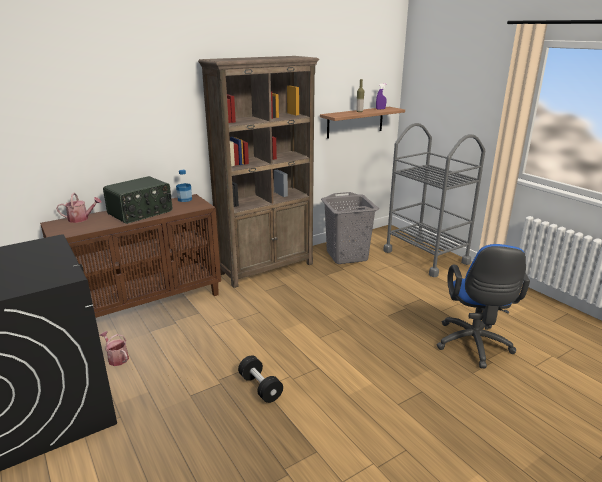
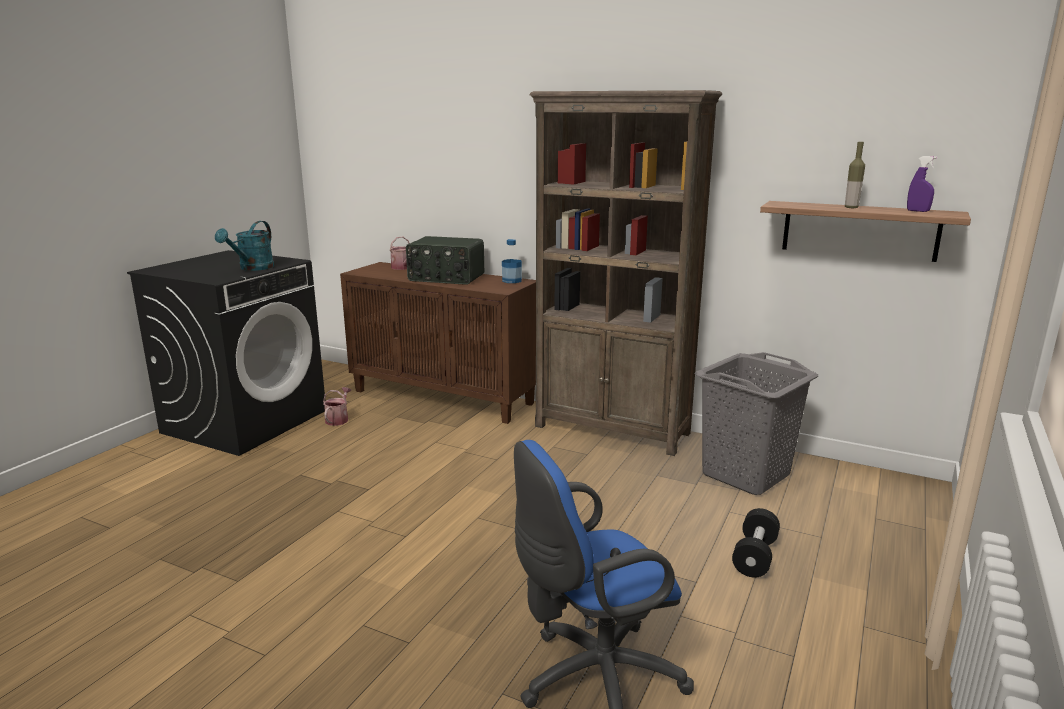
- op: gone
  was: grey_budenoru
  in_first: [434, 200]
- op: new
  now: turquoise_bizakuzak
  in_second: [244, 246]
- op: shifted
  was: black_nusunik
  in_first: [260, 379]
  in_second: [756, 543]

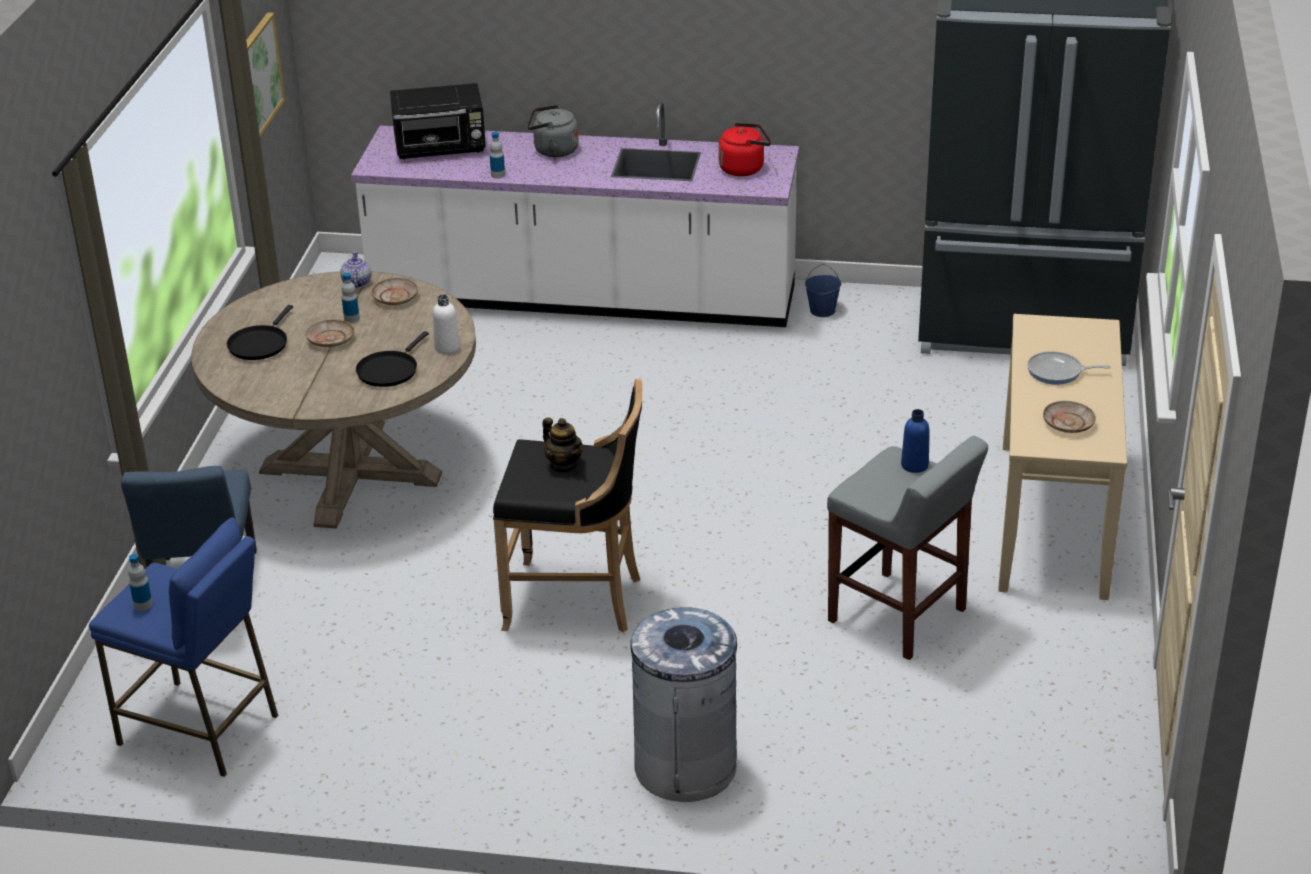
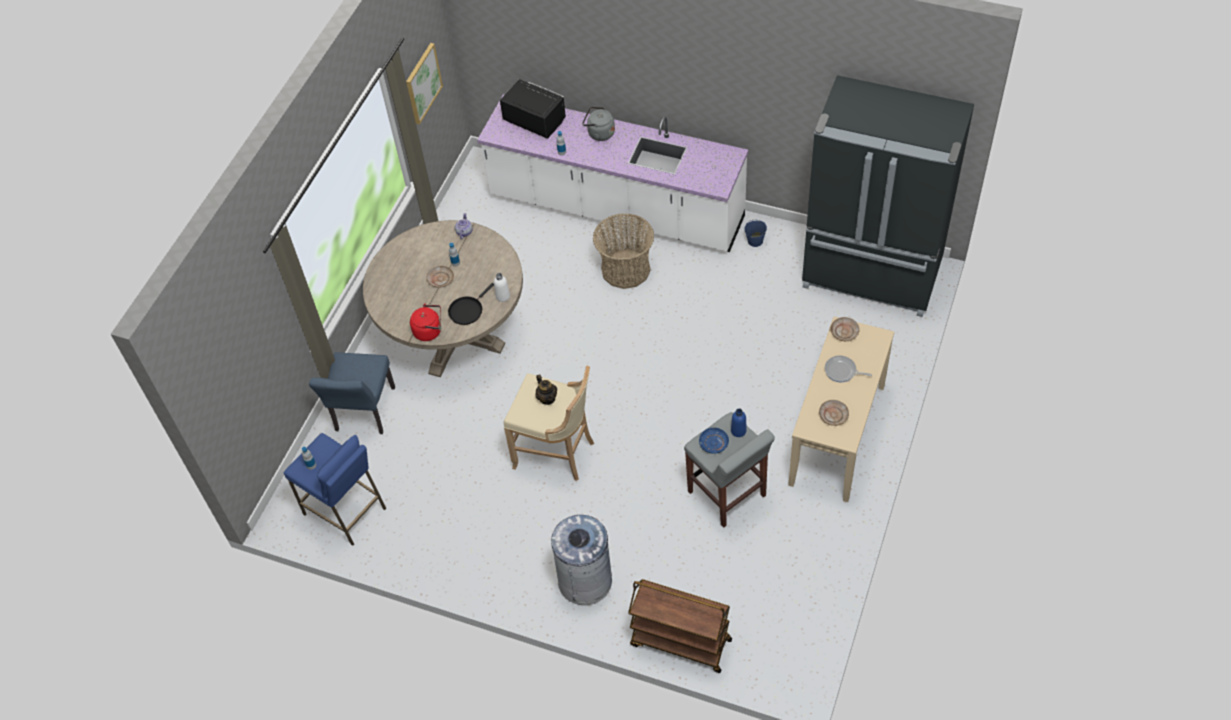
- op: gone
  was: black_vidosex
  in_first: [260, 332]
- op: new
  now: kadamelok
  in_second: [623, 251]
- op: new
  now: brown_budenoru
  in_second: [680, 626]
- op: new
  now: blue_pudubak
  in_second: [714, 440]
- op: shifted
  was: beige_pudubak
  in_first: [394, 291]
  in_second: [845, 329]
- op: shifted
  was: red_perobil
  in_first: [744, 149]
  in_second: [425, 322]
- op: repainted
  was: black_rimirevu
  now: beige_rimirevu
  in_first: [567, 506]
  in_second: [549, 423]
- op: rotated
  was: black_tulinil
  in_first: [438, 121]
  in_second: [533, 109]
  clockwise: -150

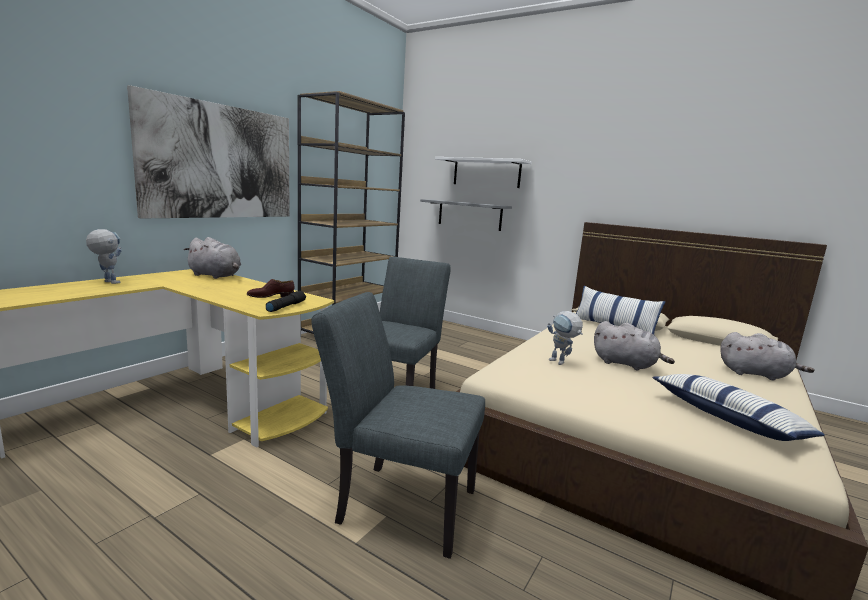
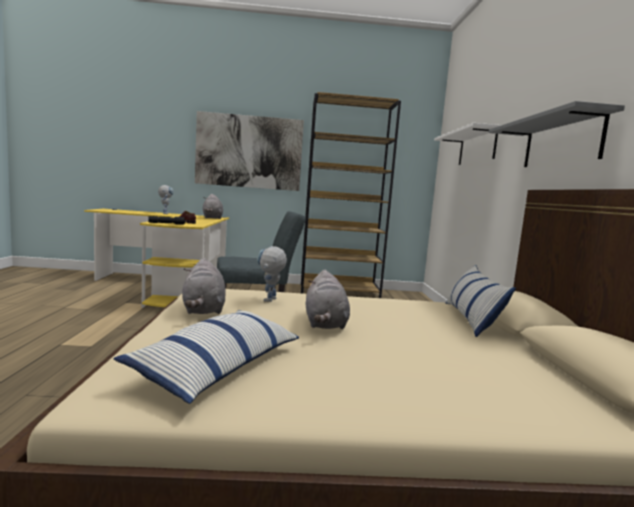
- op: gone
  was: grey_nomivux
  in_first: [398, 425]
- op: shifted
  was: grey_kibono
  in_first: [466, 215]
  in_second: [556, 134]
- op: shifted
  was: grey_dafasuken
  in_first: [767, 356]
  in_second: [204, 286]

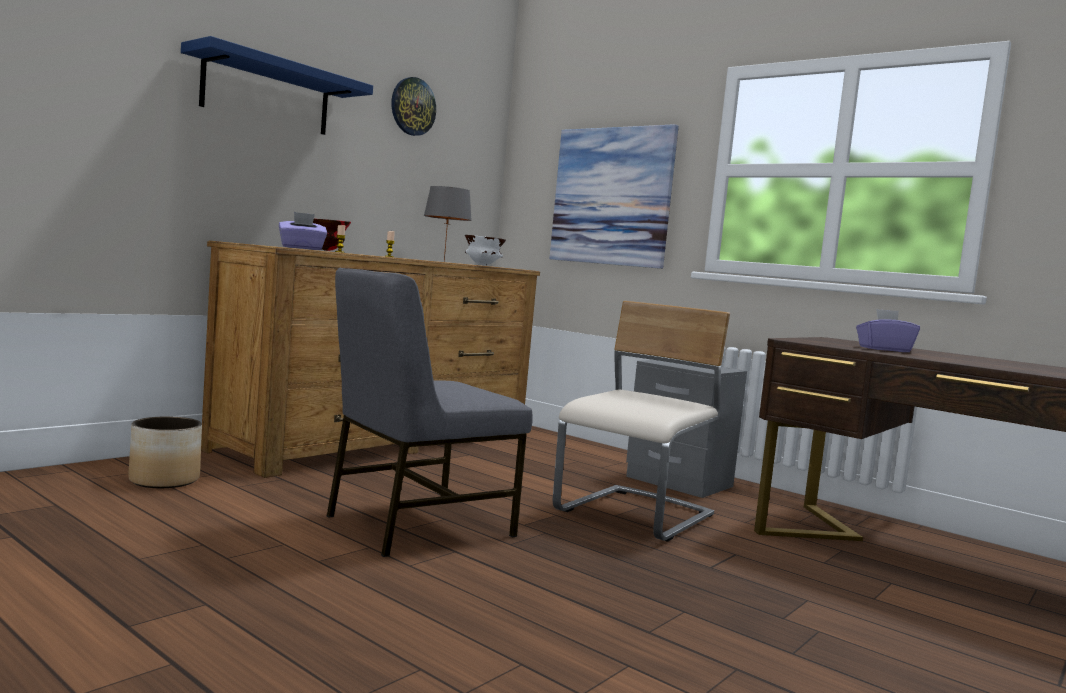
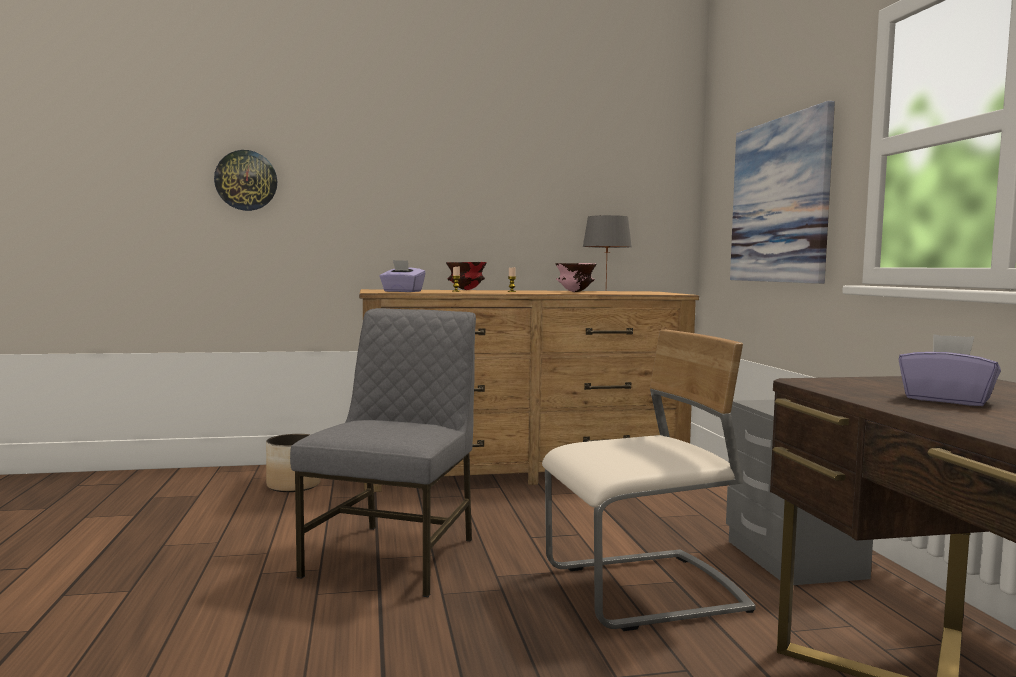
- op: gone
  was: blue_kibono
  in_first: [277, 85]
- op: gone
  was: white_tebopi
  in_first: [485, 250]
- op: new
  now: pink_tebopi
  in_second: [576, 277]
- op: shifted
  was: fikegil
  in_first: [413, 106]
  in_second: [245, 180]
- op: rotated
  was: grey_nomivux
  in_first: [429, 412]
  in_second: [383, 452]
  clockwise: 105

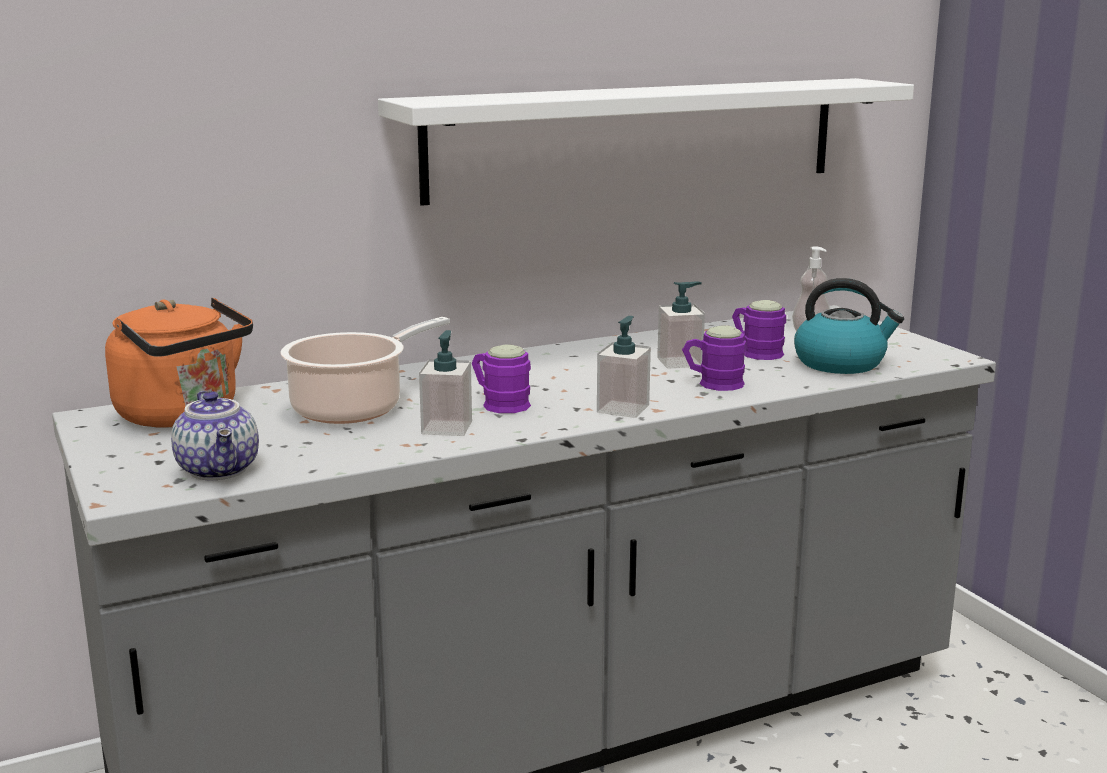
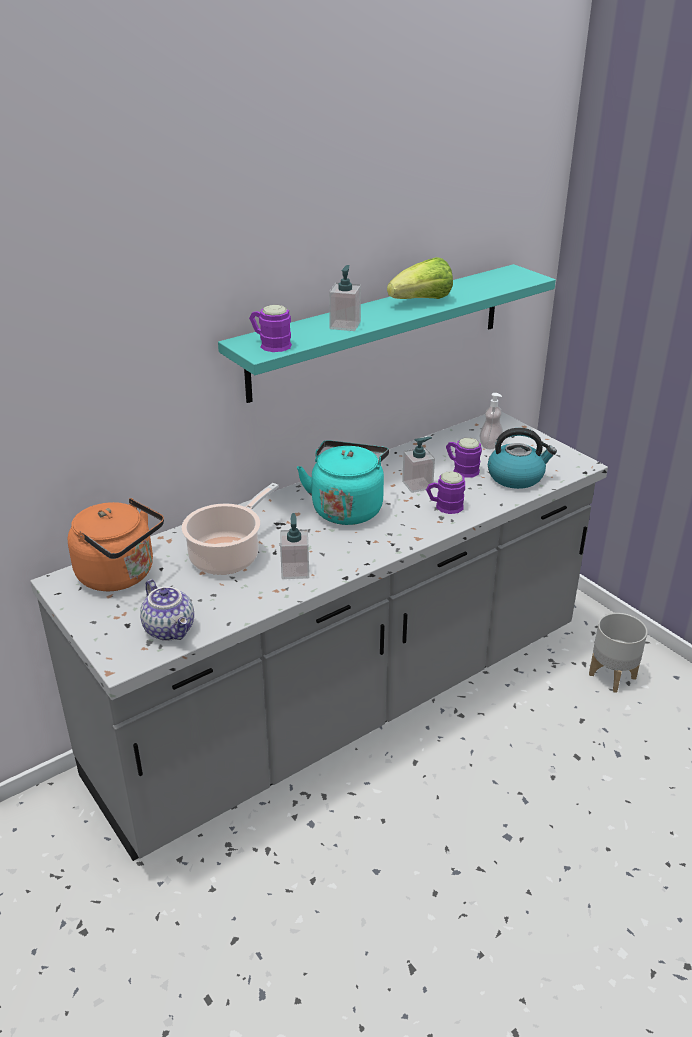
- op: new
  now: turquoise_perobil
  in_second: [343, 482]
- op: new
  now: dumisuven
  in_second: [420, 278]
- op: new
  now: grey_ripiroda
  in_second: [618, 653]
- op: shifted
  was: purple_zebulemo
  in_first: [501, 379]
  in_second: [270, 328]
- op: shifted
  was: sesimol
  in_first: [624, 367]
  in_second: [345, 298]
- op: repainted
  was: white_kibono
  now: turquoise_kibono
  in_first: [646, 142]
  in_second: [387, 333]

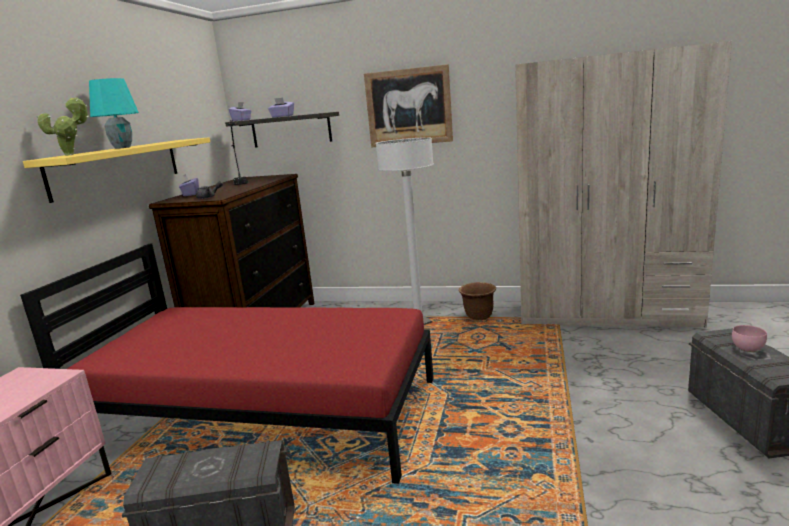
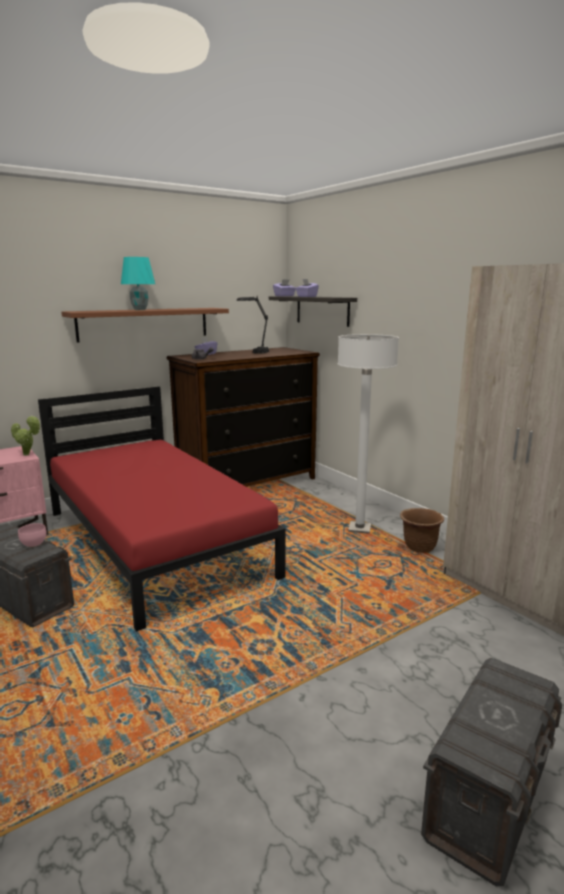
- op: gone
  was: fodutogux
  in_first: [408, 106]
- op: shifted
  was: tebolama
  in_first: [63, 126]
  in_second: [25, 435]
- op: shifted
  was: pink_tebopi
  in_first: [749, 338]
  in_second: [32, 535]
- op: repainted
  was: yellow_kibono
  now: brown_kibono
  in_first: [116, 170]
  in_second: [145, 325]

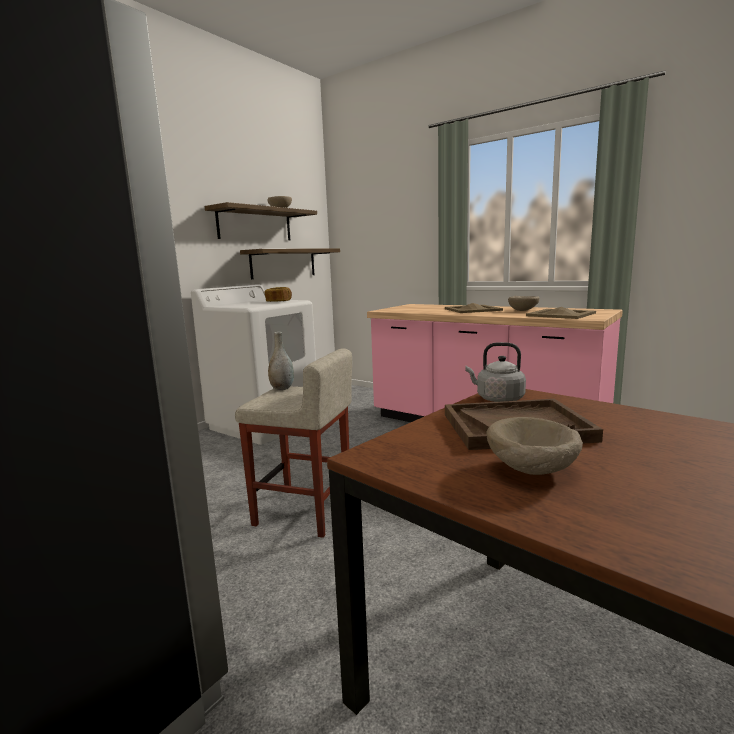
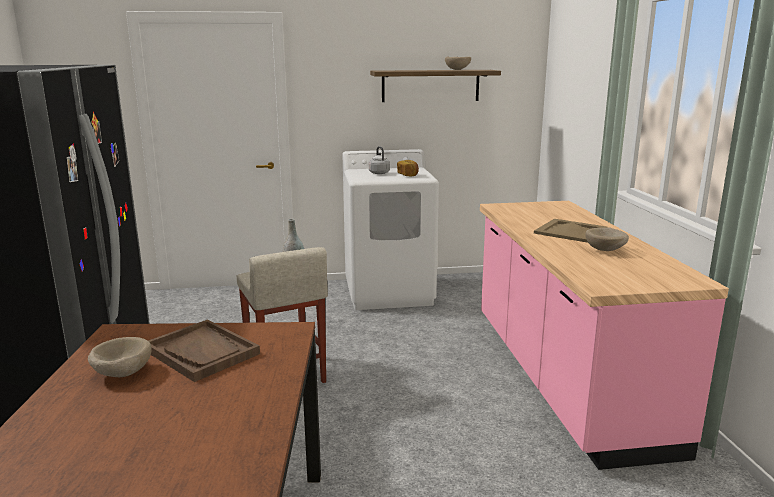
- op: gone
  was: kibono
  in_first: [290, 264]
- op: gone
  was: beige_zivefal
  in_first: [561, 313]
- op: shifted
  was: grey_perobil
  in_first: [495, 372]
  in_second: [379, 160]

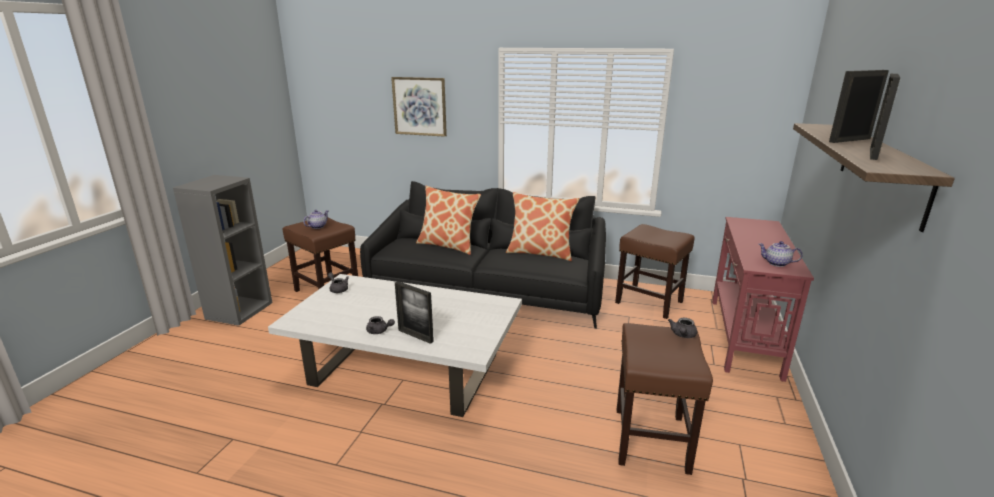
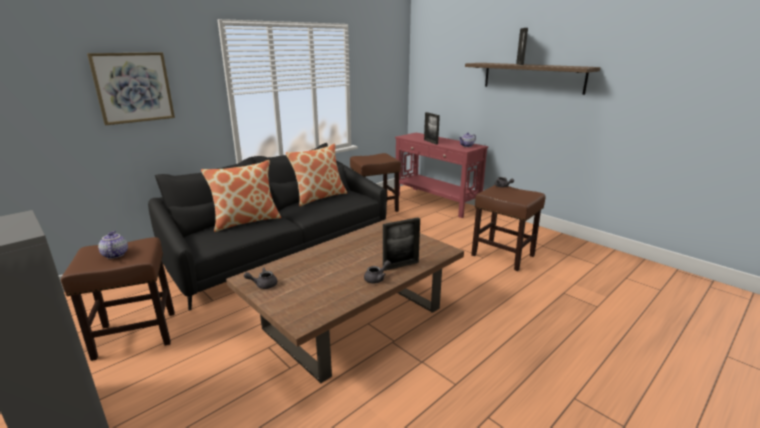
- op: shifted
  was: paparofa
  in_first: [885, 117]
  in_second: [432, 128]
- op: repainted
  was: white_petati
  now: brown_petati
  in_first: [395, 345]
  in_second: [345, 301]

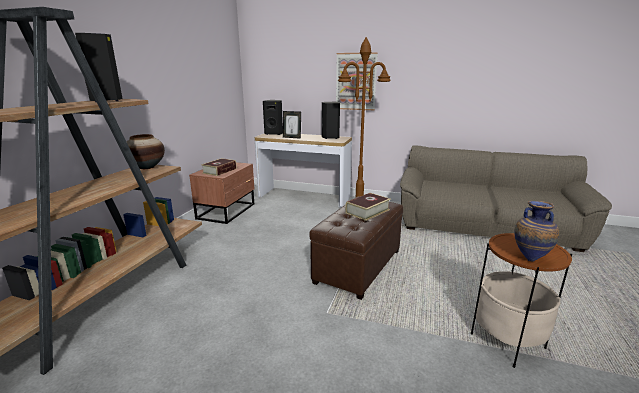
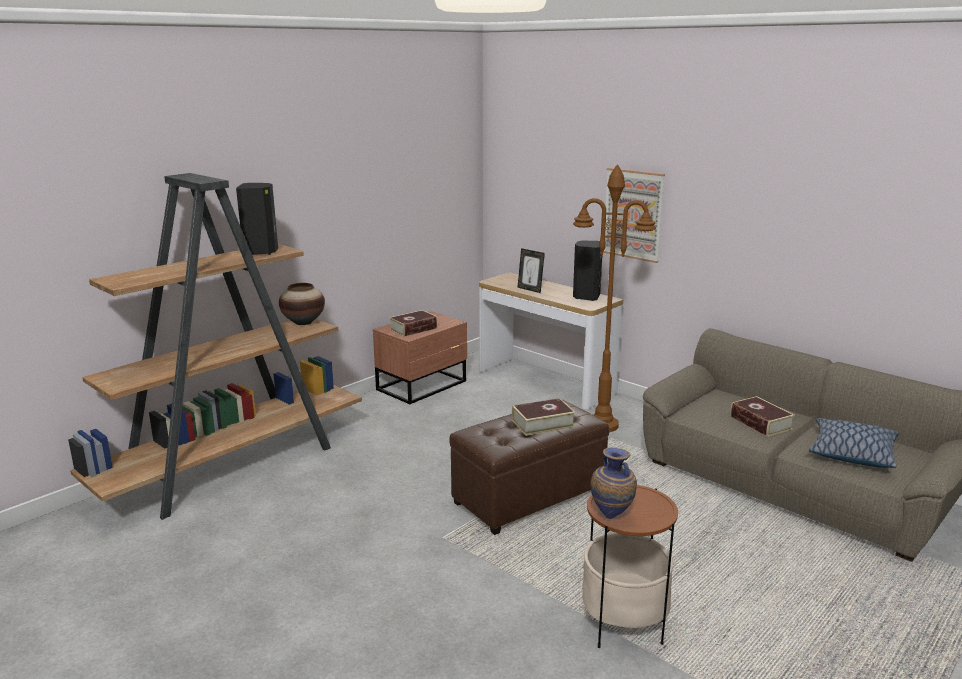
- op: gone
  was: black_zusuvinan
  in_first: [273, 117]
- op: new
  now: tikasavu
  in_second: [762, 416]
- op: new
  now: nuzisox
  in_second: [854, 443]

